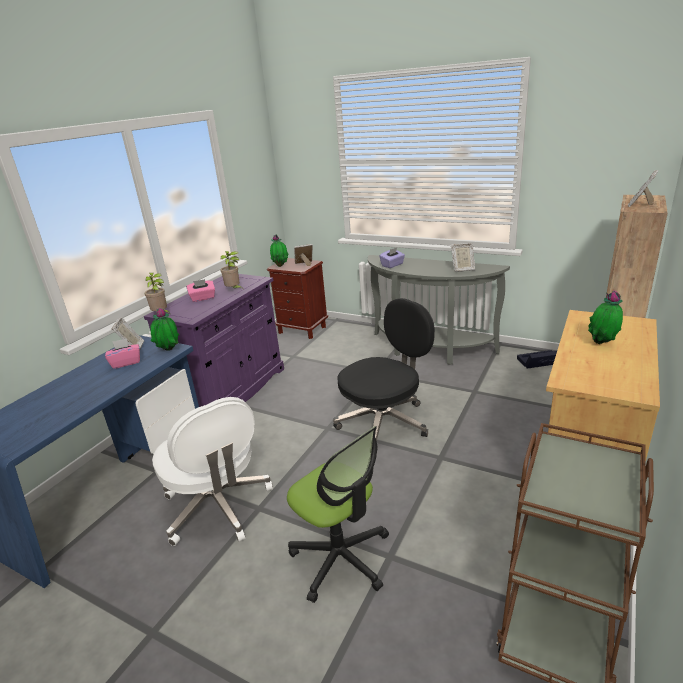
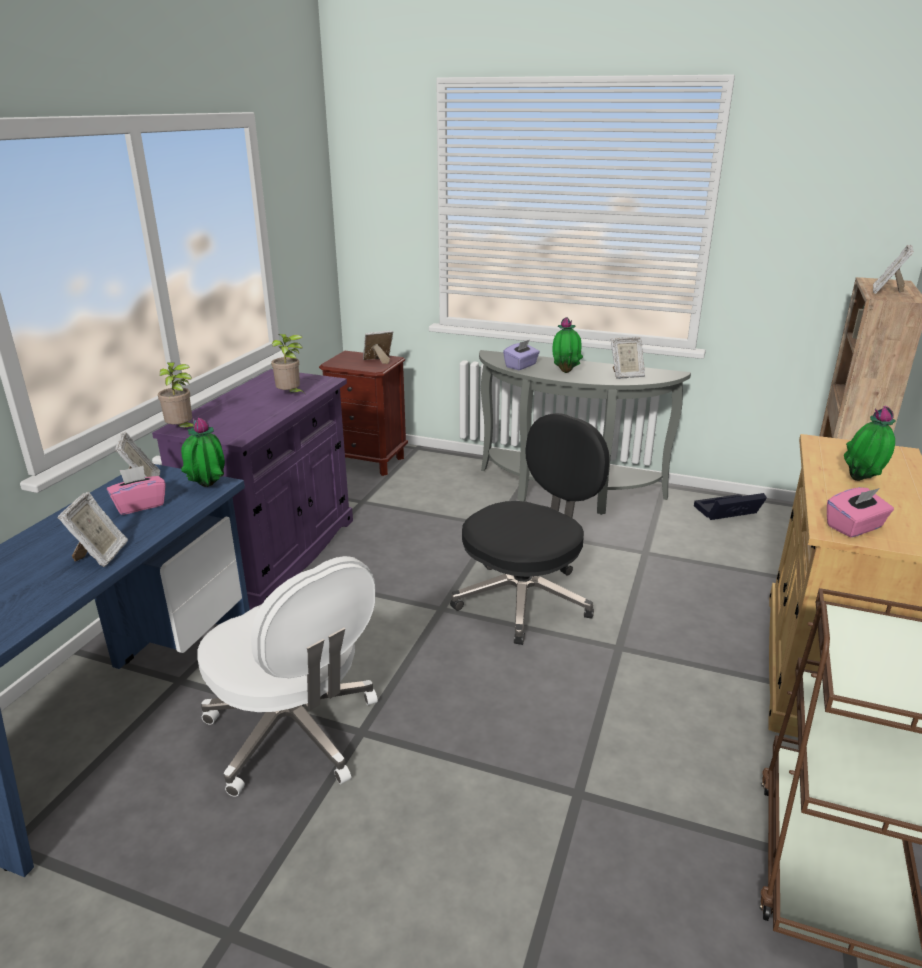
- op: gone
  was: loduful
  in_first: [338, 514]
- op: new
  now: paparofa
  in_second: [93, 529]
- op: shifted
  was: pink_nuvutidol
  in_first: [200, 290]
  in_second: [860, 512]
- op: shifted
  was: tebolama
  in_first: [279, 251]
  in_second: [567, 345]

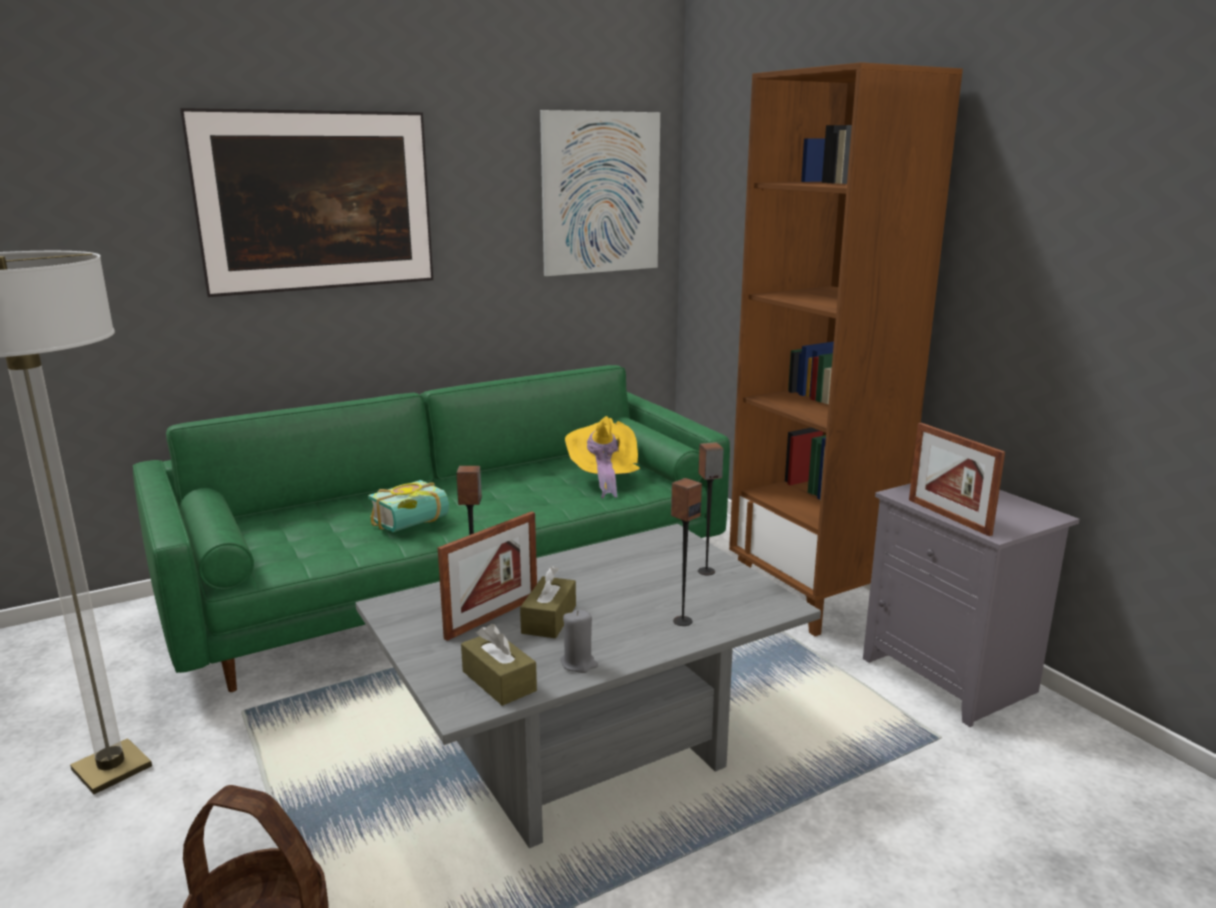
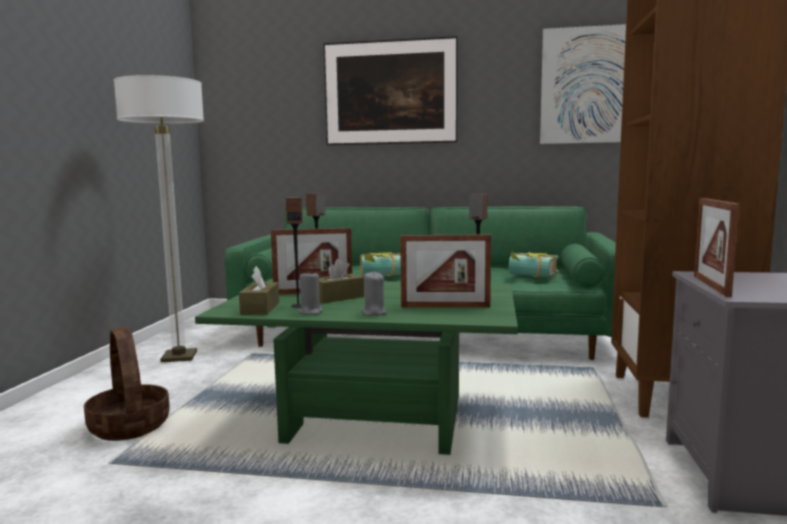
- op: new
  now: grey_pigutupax
  in_second: [374, 293]
- op: new
  now: paparofa
  in_second: [445, 271]
- op: shifted
  was: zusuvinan
  in_first: [686, 552]
  in_second: [294, 252]
- op: swapped
  was: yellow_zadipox
  now: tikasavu
  in_first: [602, 457]
  in_second: [534, 265]
- op: repainted
  was: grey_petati
  now: green_petati
  in_first: [588, 686]
  in_second: [356, 367]

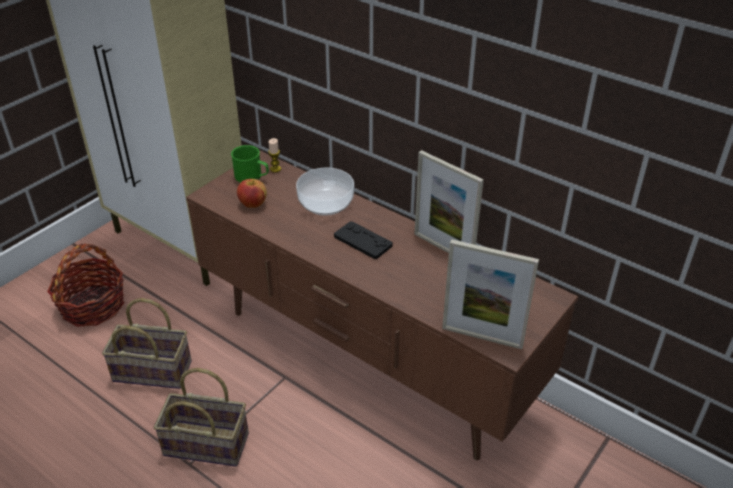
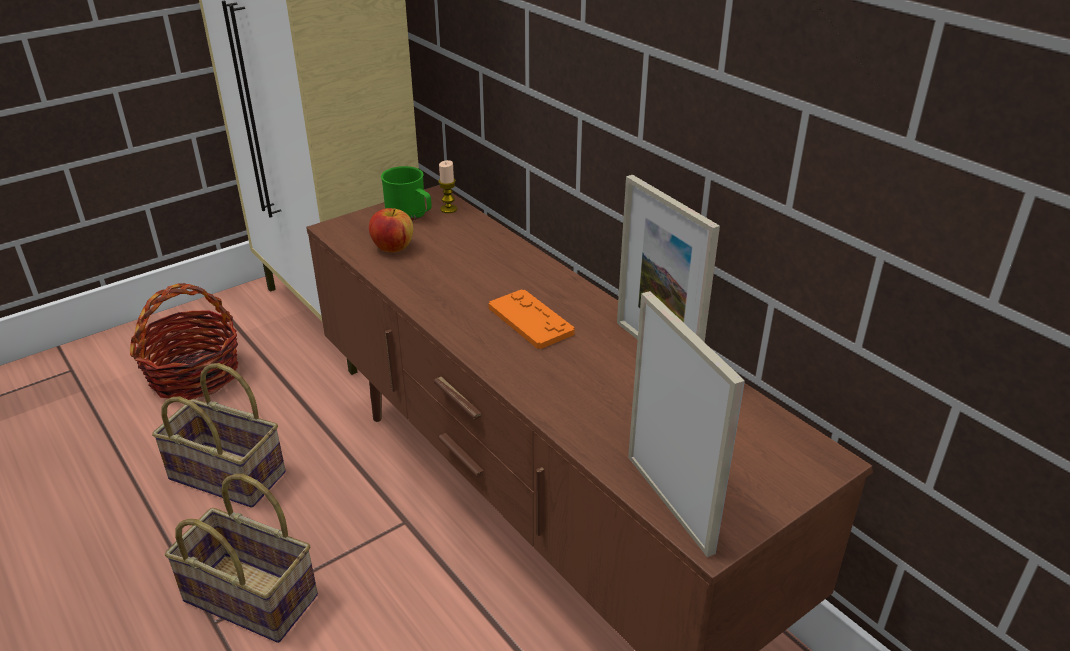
- op: gone
  was: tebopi
  in_first: [325, 192]
- op: repainted
  was: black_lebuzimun
  now: orange_lebuzimun
  in_first: [363, 240]
  in_second: [532, 319]
- op: rotated
  was: paparofa
  in_first: [490, 294]
  in_second: [686, 424]
  clockwise: -150

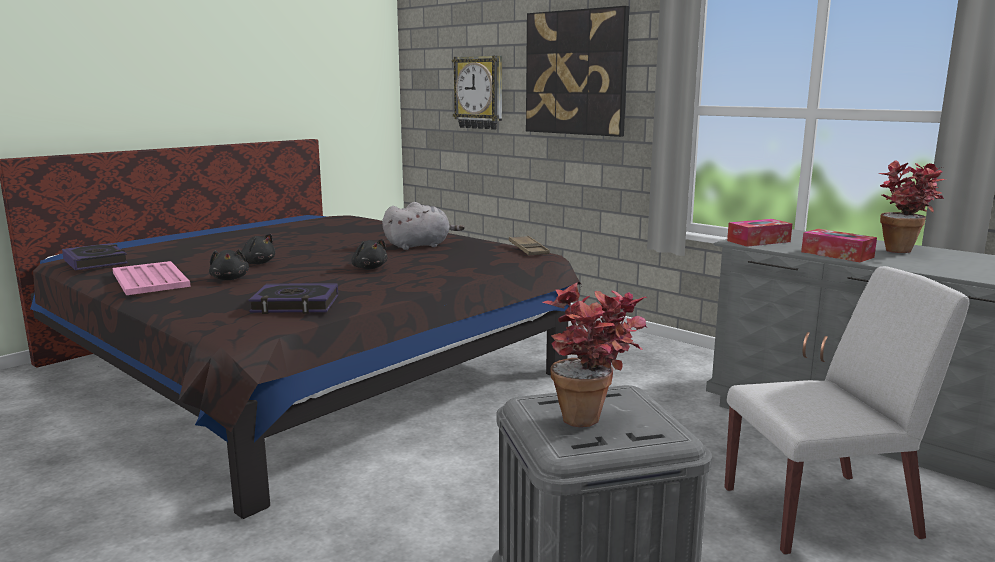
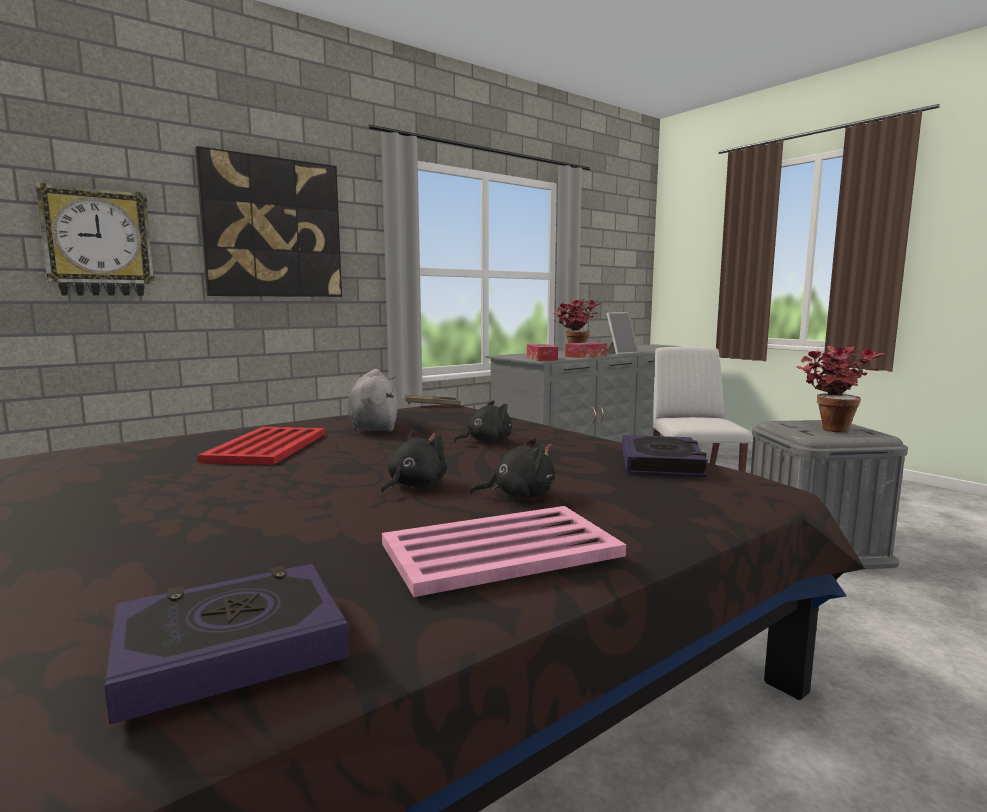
- op: new
  now: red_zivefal
  in_second: [261, 446]
- op: new
  now: paparofa
  in_second: [622, 333]

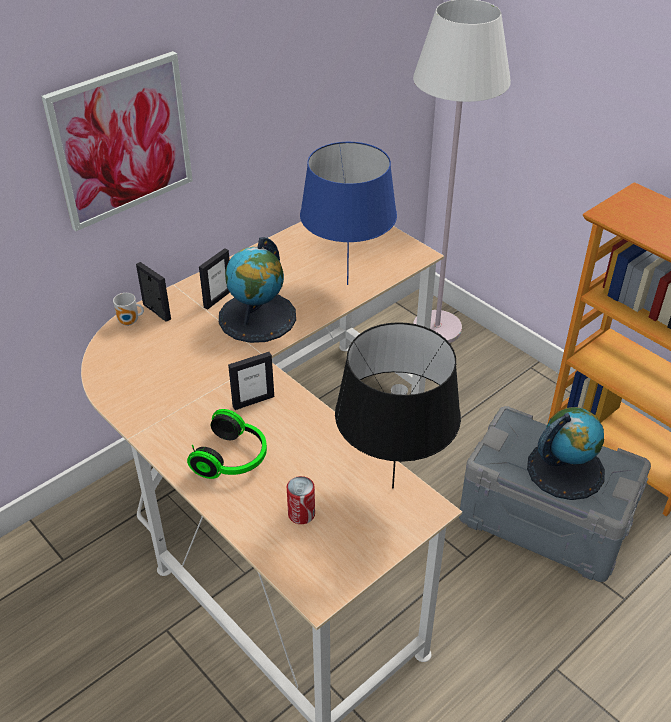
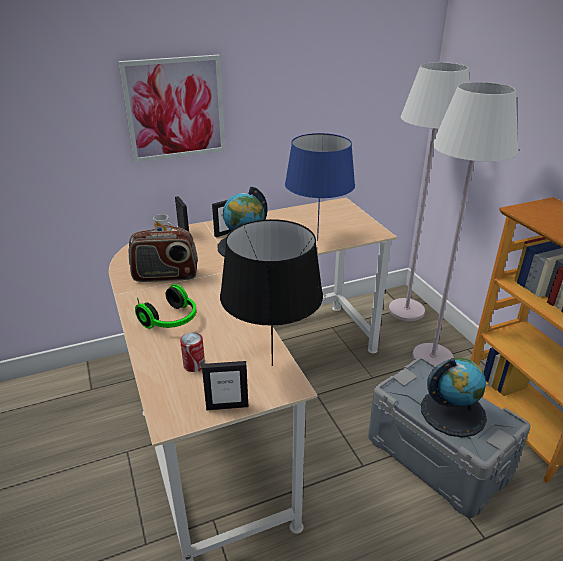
- op: new
  now: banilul
  in_second: [163, 253]
- op: new
  now: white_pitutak
  in_second: [465, 224]
- op: shifted
  was: paparofa
  in_first: [251, 381]
  in_second: [225, 385]

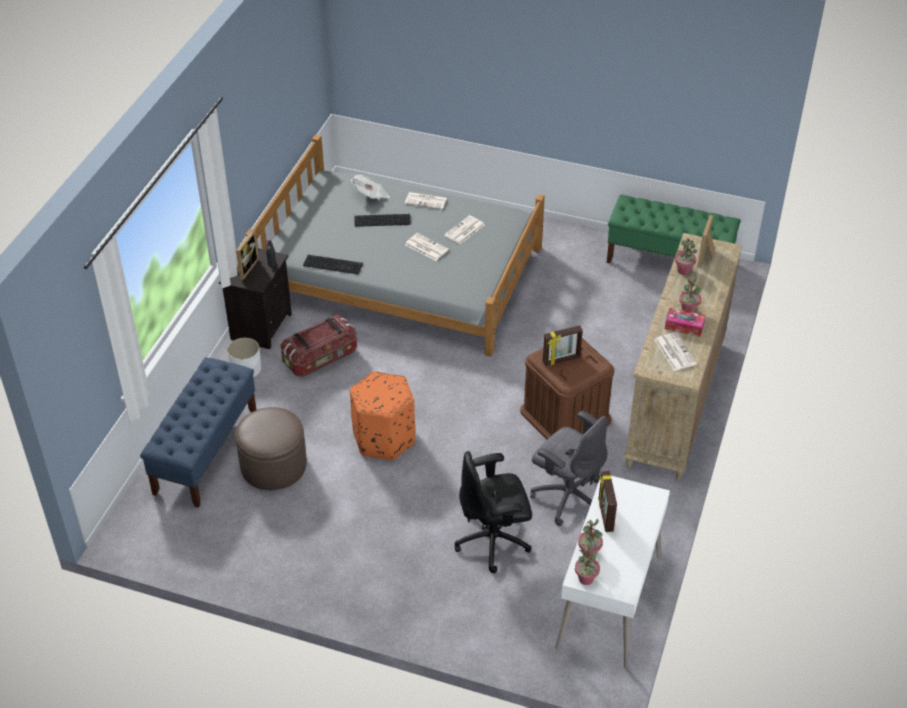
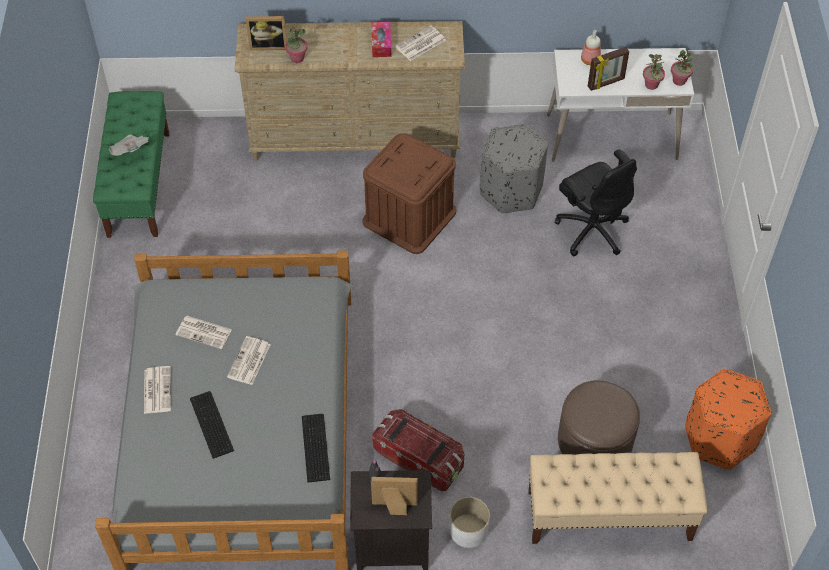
- op: gone
  was: paparofa
  in_first: [563, 345]
- op: gone
  was: tebolama
  in_first: [690, 294]
- op: new
  now: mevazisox
  in_second: [591, 47]
- op: shifted
  was: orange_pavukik
  in_first: [382, 416]
  in_second: [728, 419]
- op: shifted
  was: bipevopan
  in_first: [370, 187]
  in_second: [129, 145]
- op: swapped
  was: grey_loduful
  now: grey_pavukik
  in_first: [569, 468]
  in_second: [514, 168]
- op: repainted
  was: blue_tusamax
  now: beige_tusamax
  in_first: [198, 432]
  in_second: [618, 498]

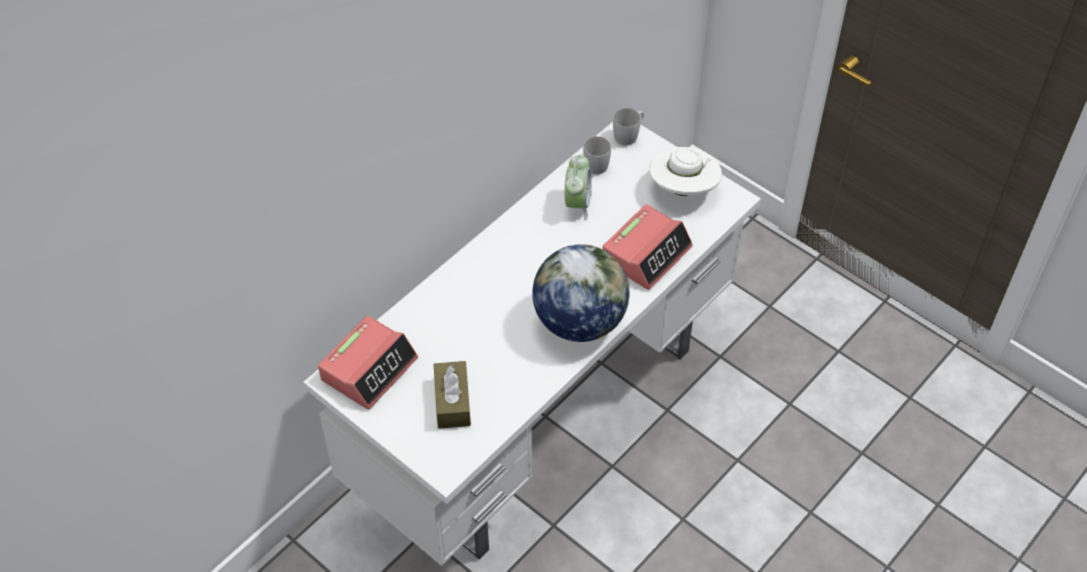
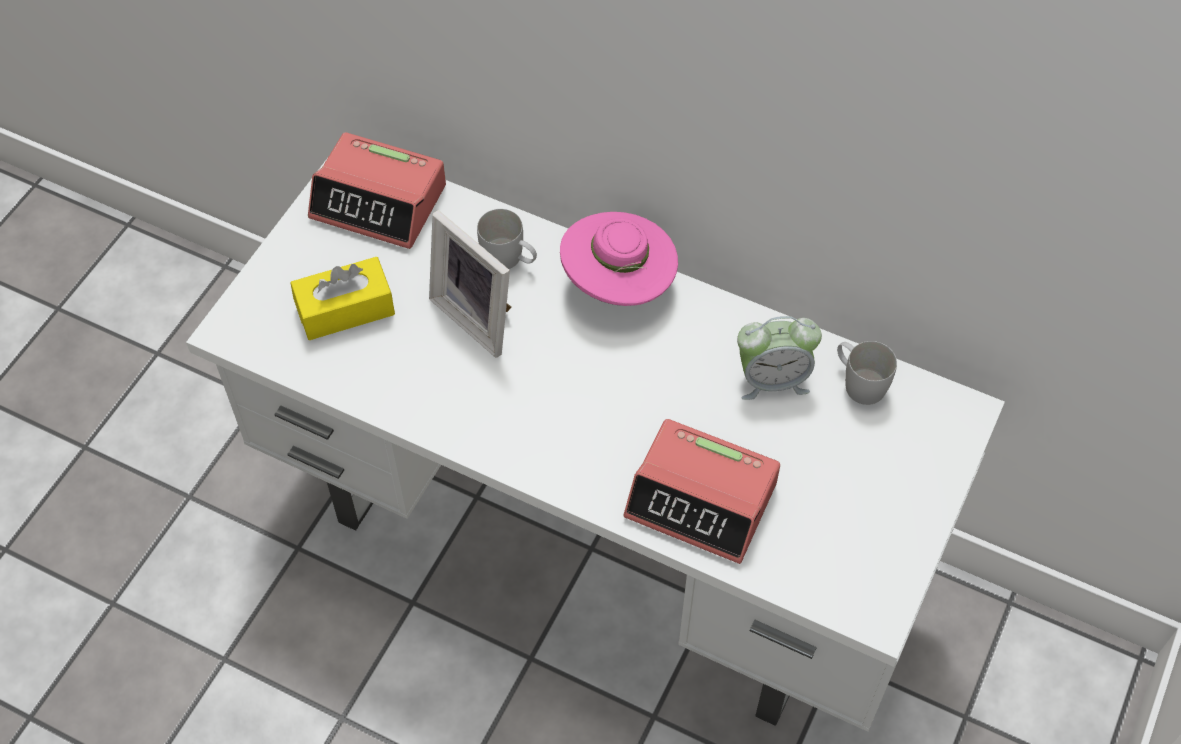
- op: gone
  was: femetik
  in_first: [581, 293]
- op: gone
  was: white_zadipox
  in_first: [686, 171]
- op: new
  now: paparofa
  in_second: [470, 284]
- op: new
  now: pink_zadipox
  in_second: [619, 259]
- op: shifted
  was: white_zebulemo
  in_first: [628, 126]
  in_second: [507, 239]
- op: repainted
  was: brown_nuvutidol
  now: yellow_nuvutidol
  in_first: [452, 395]
  in_second: [342, 298]

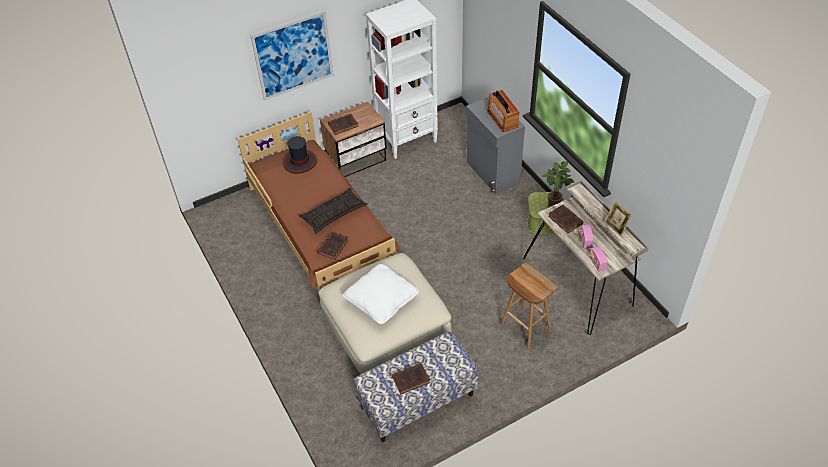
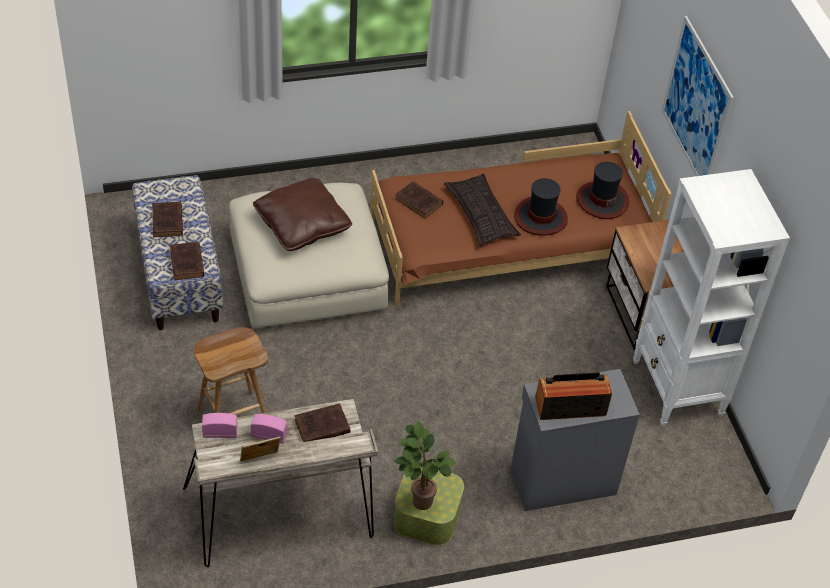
- op: new
  now: zadipox
  in_second: [541, 207]
- op: shifted
  was: brown_tikasavu
  in_first: [343, 124]
  in_second: [187, 261]
- op: repainted
  was: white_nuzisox
  now: brown_nuzisox
  in_first: [381, 294]
  in_second: [302, 214]

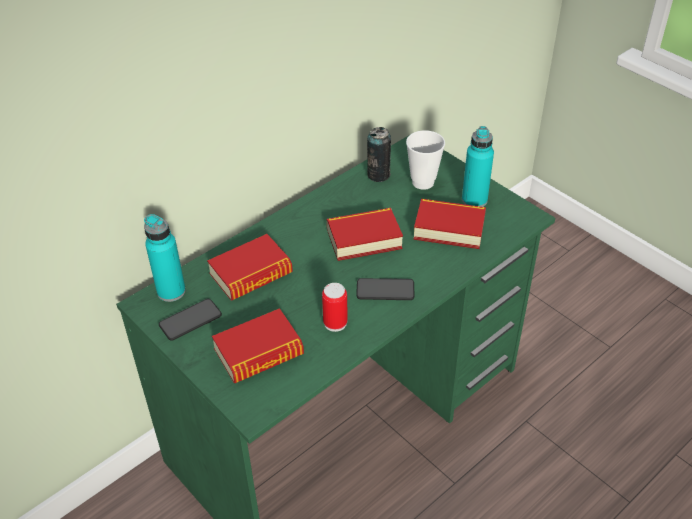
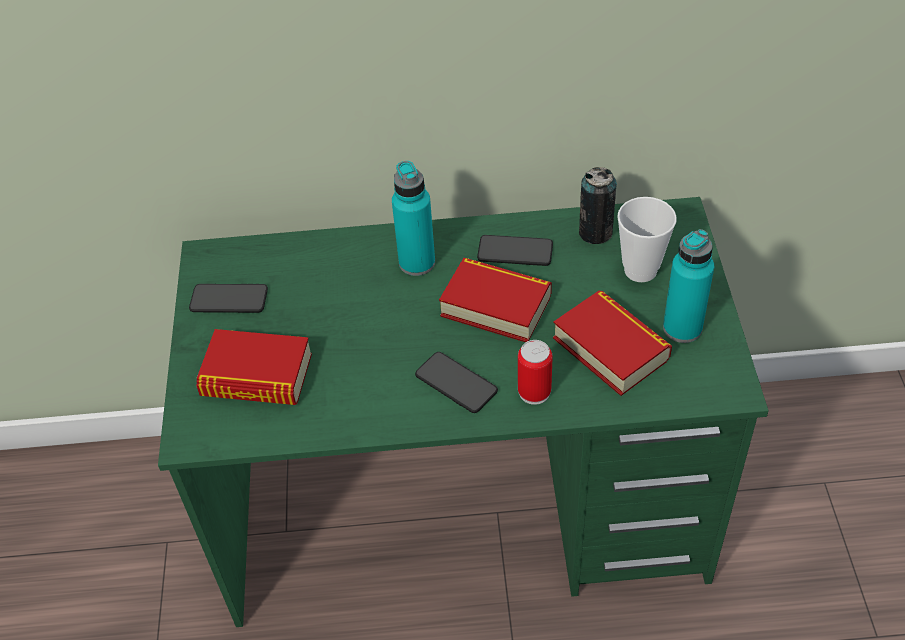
- op: gone
  was: tikasavu
  in_first: [250, 267]
- op: new
  now: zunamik
  in_second: [515, 250]
- op: shifted
  was: turquoise_mevazisox
  in_first: [165, 258]
  in_second: [413, 218]
- op: shifted
  was: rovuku
  in_first: [335, 307]
  in_second: [535, 372]

